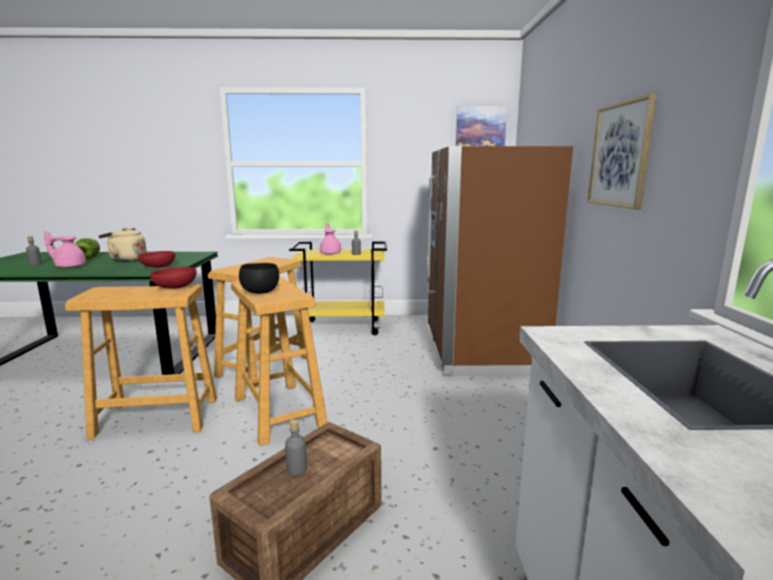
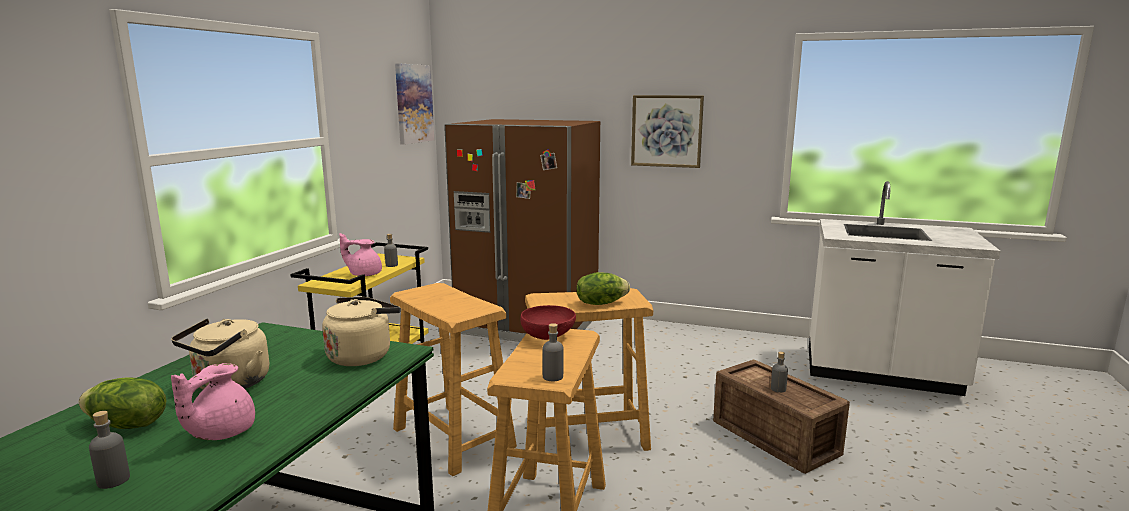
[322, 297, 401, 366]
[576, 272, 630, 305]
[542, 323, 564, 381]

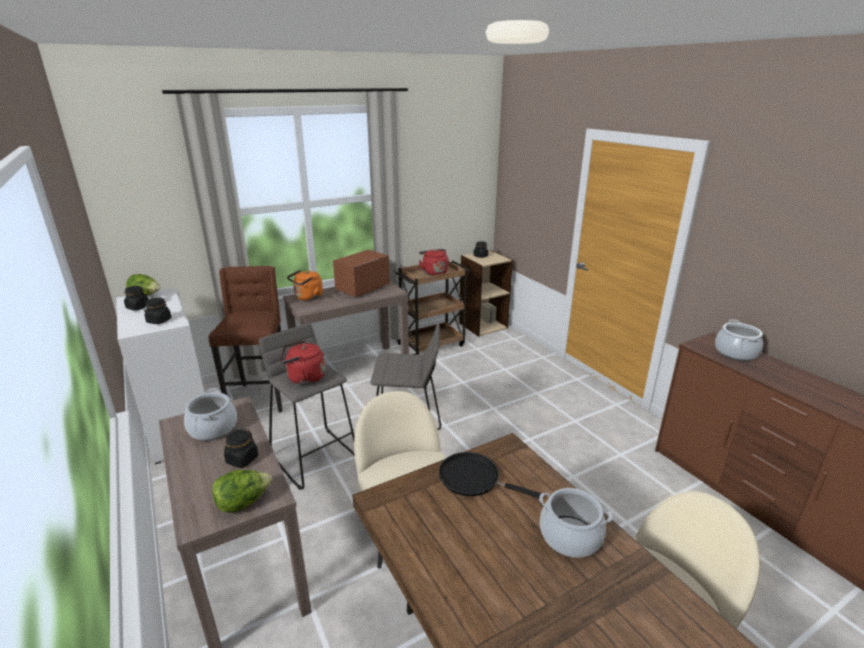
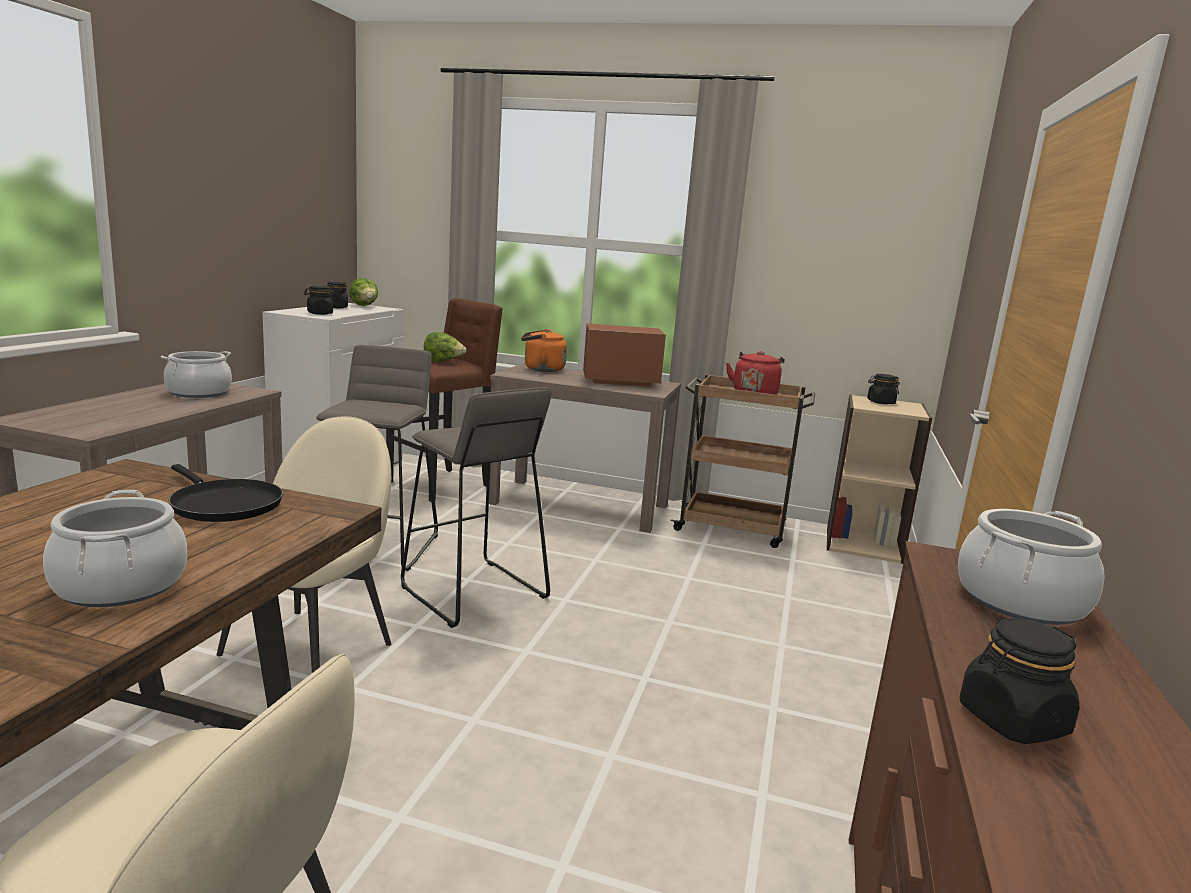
[424, 332, 466, 361]
[960, 618, 1079, 744]
[280, 340, 325, 385] (first image)
[168, 464, 283, 522]

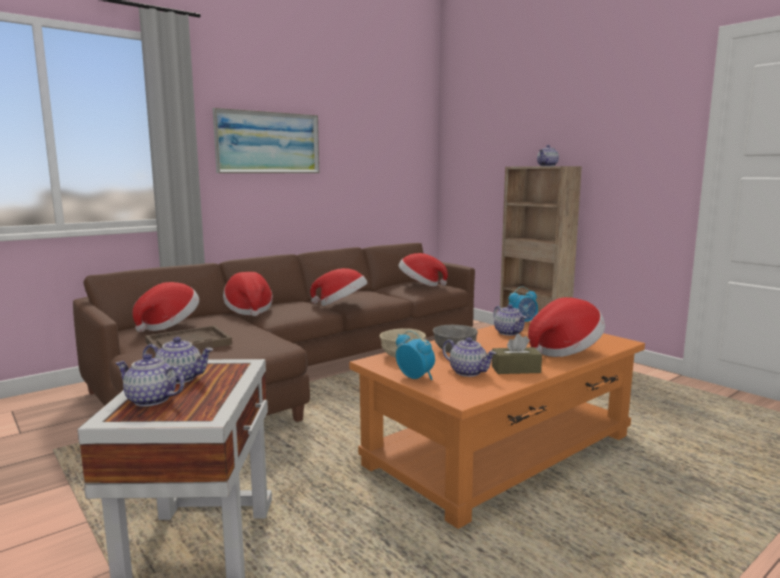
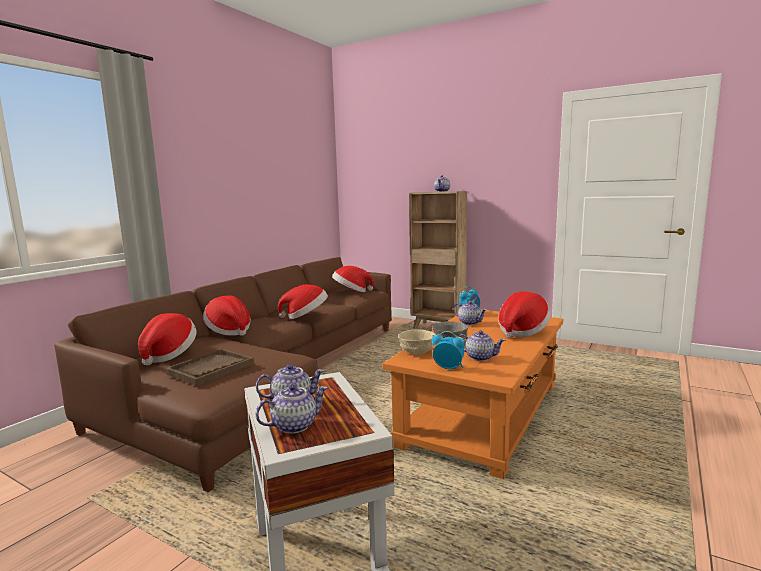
[256, 384, 327, 434]
[213, 108, 319, 173] (first image)
[492, 334, 542, 374] (first image)

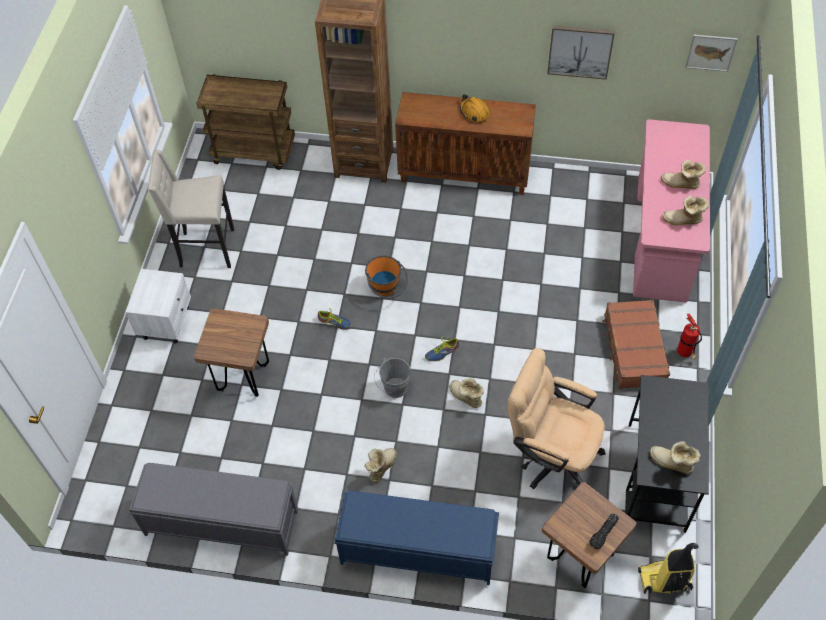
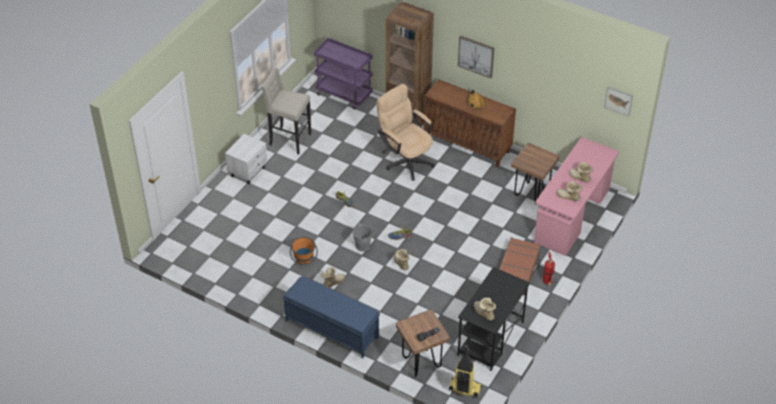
[129, 463, 298, 556] (first image)
[511, 143, 559, 204]
[314, 38, 373, 109]
[290, 237, 318, 265]
[377, 84, 435, 181]
[458, 36, 494, 79]

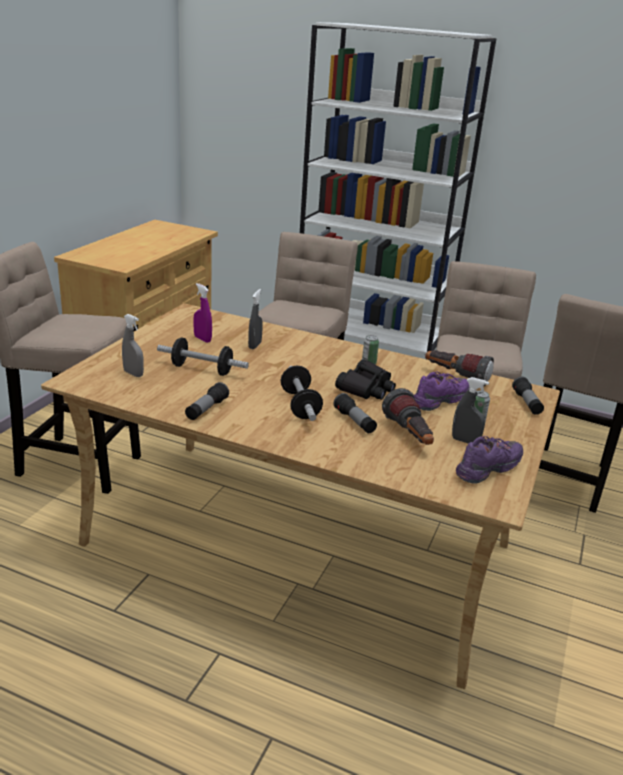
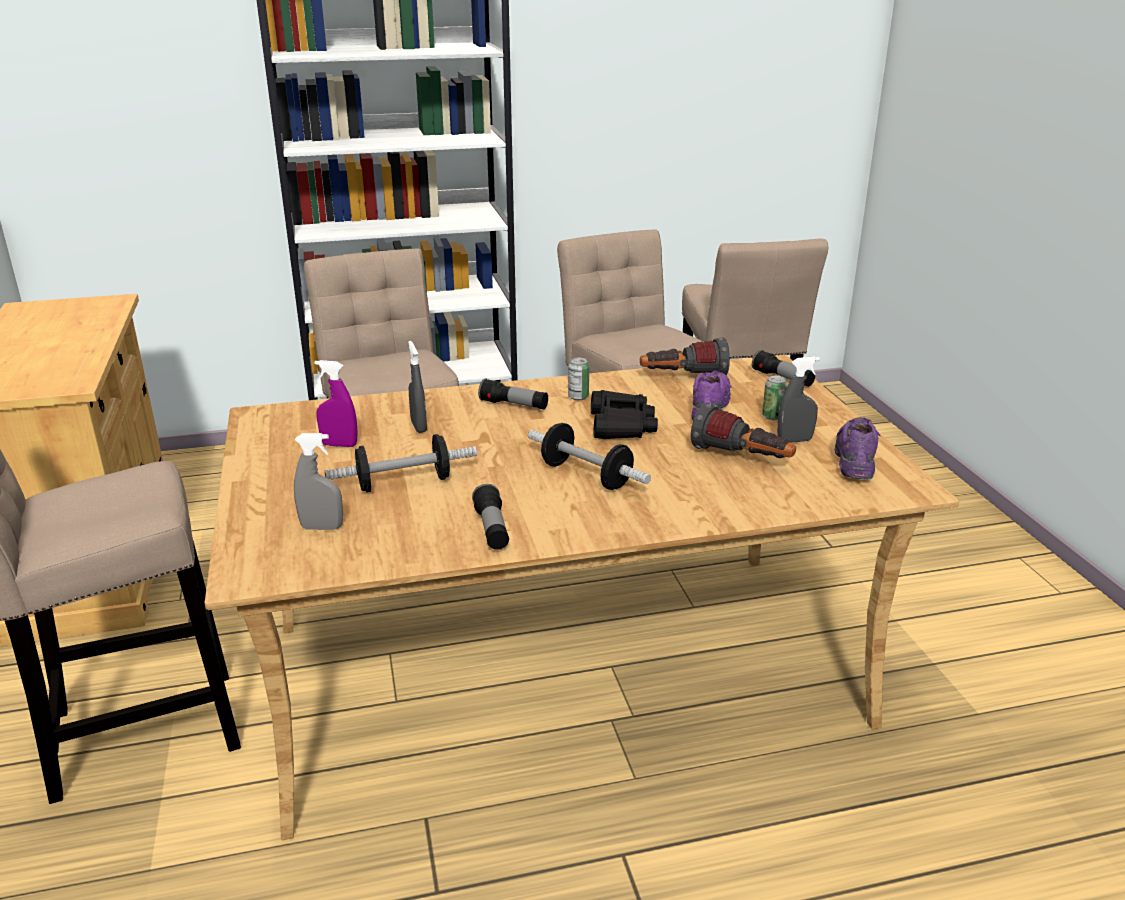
[478, 378, 548, 409]

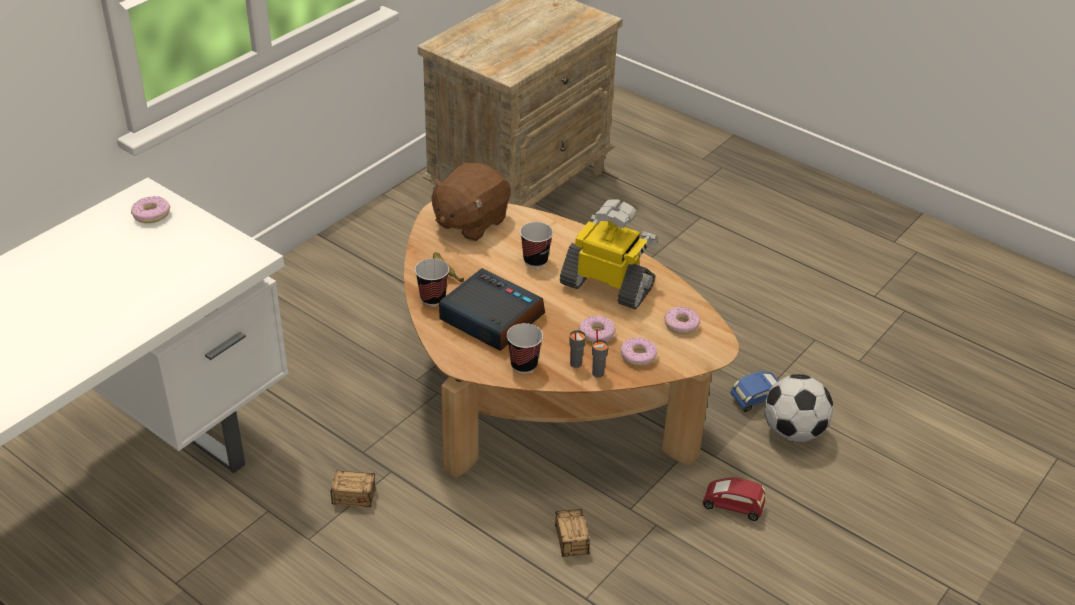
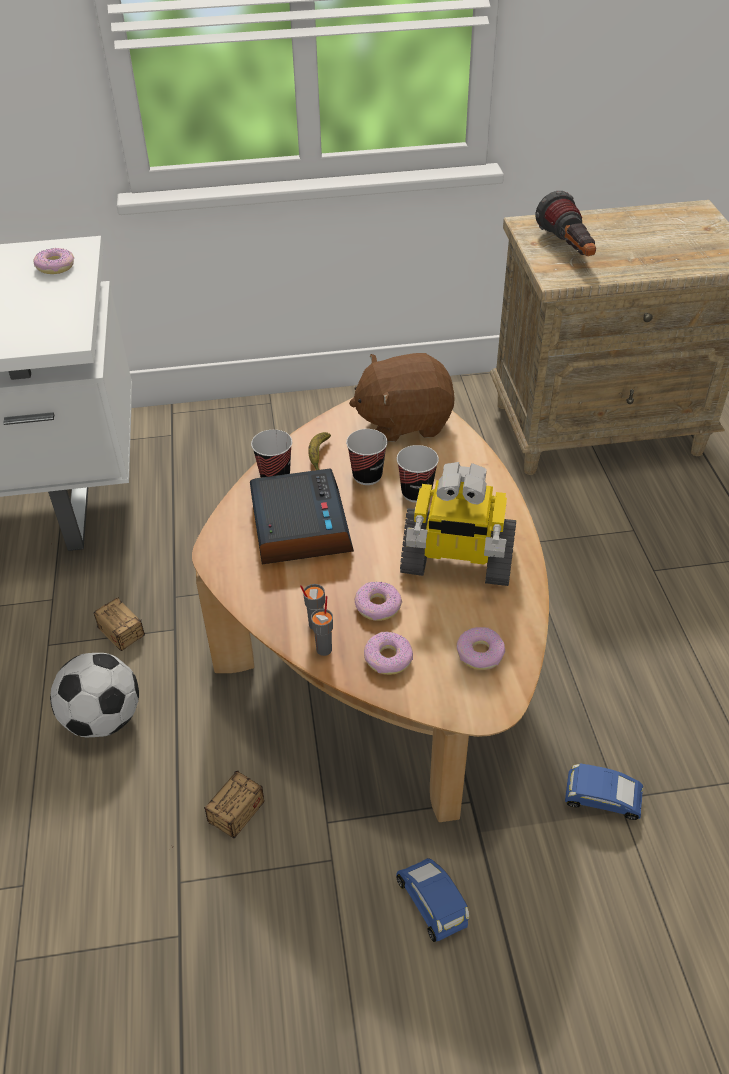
[346, 429, 388, 485]
[400, 462, 516, 586]
[396, 858, 469, 942]
[50, 653, 139, 737]
[535, 191, 596, 256]

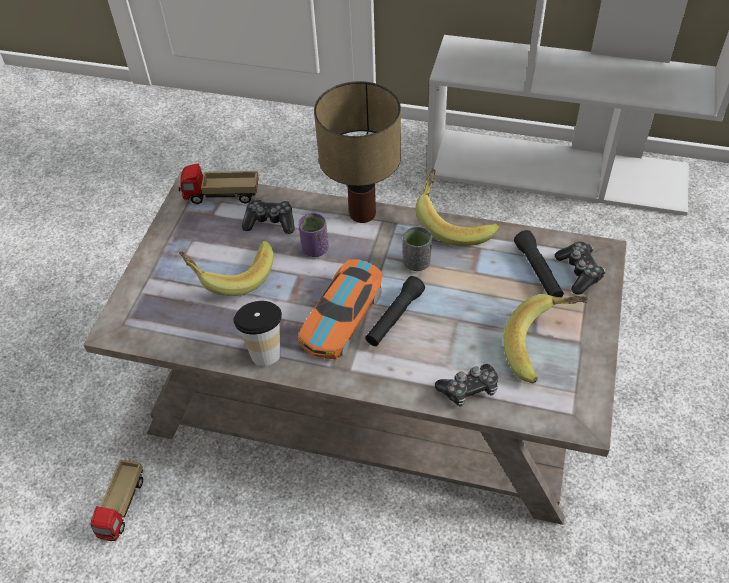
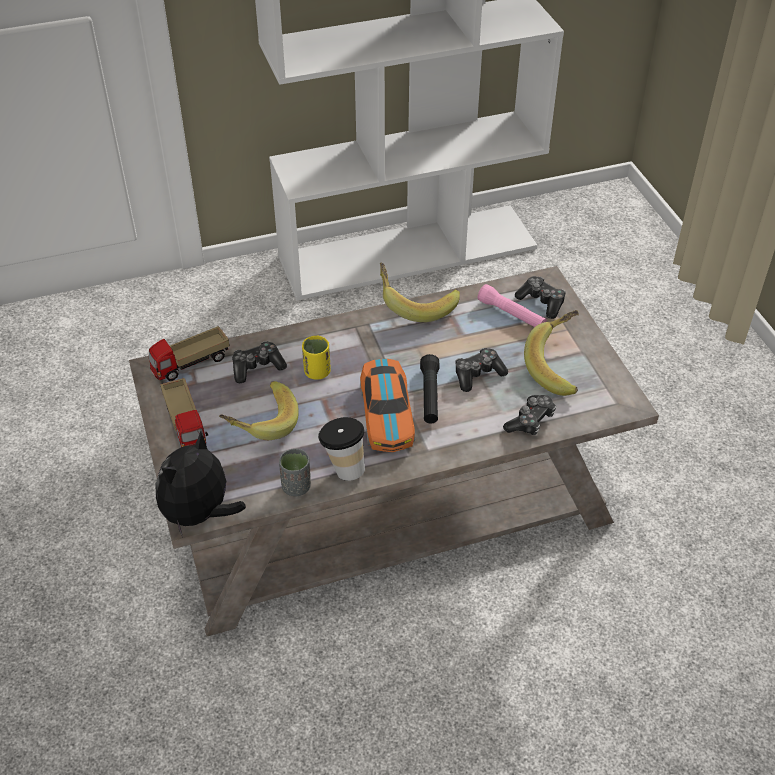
[161, 378, 208, 447]
[302, 336, 331, 380]
[314, 81, 401, 223] (first image)
[279, 448, 311, 496]
[478, 284, 547, 327]
[156, 431, 246, 537]
[455, 348, 508, 392]

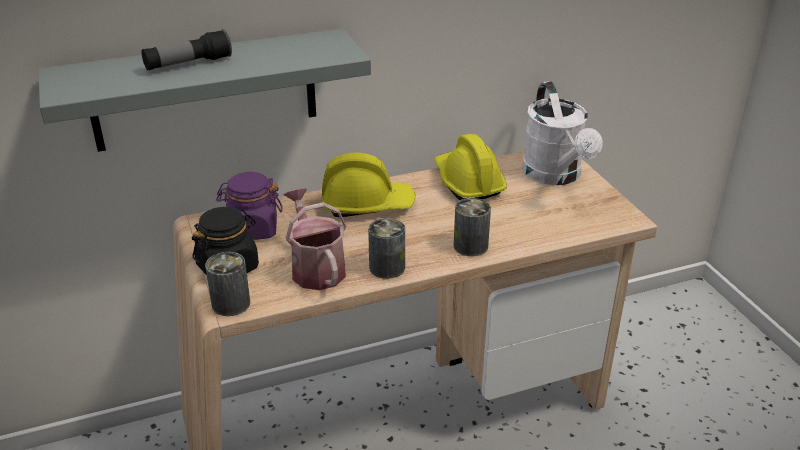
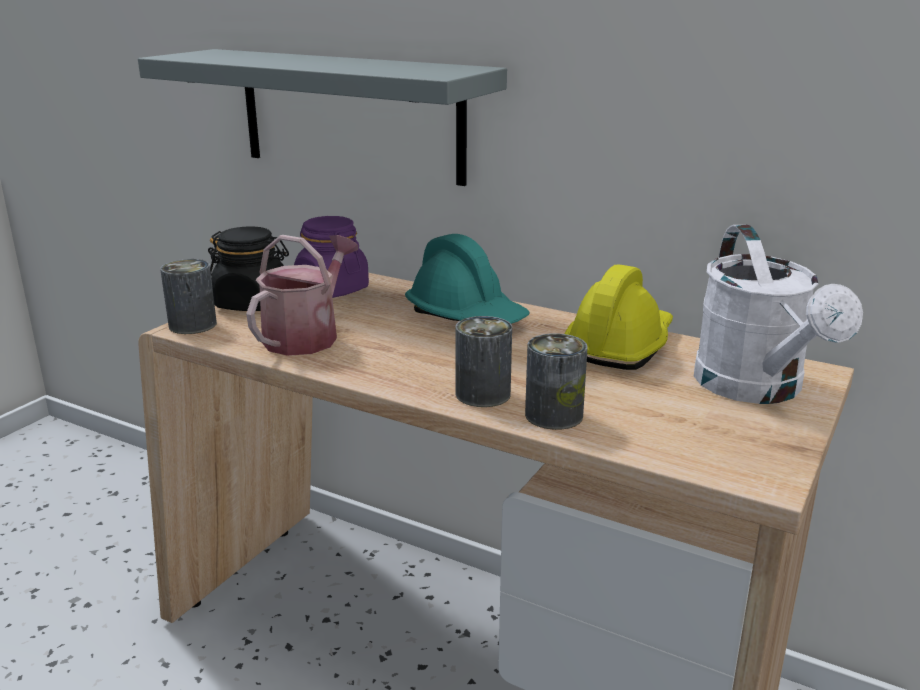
[141, 29, 232, 70] (first image)
[405, 234, 530, 324]
[525, 333, 588, 430]
[694, 225, 863, 404]

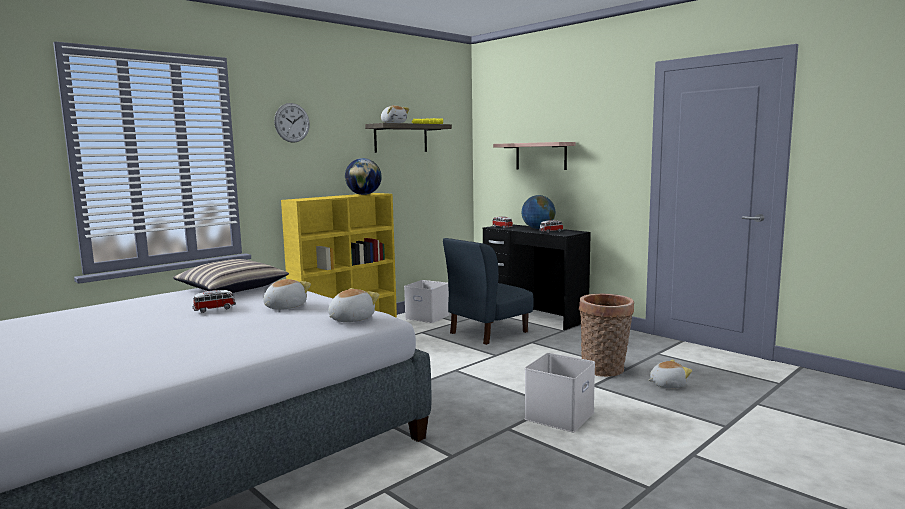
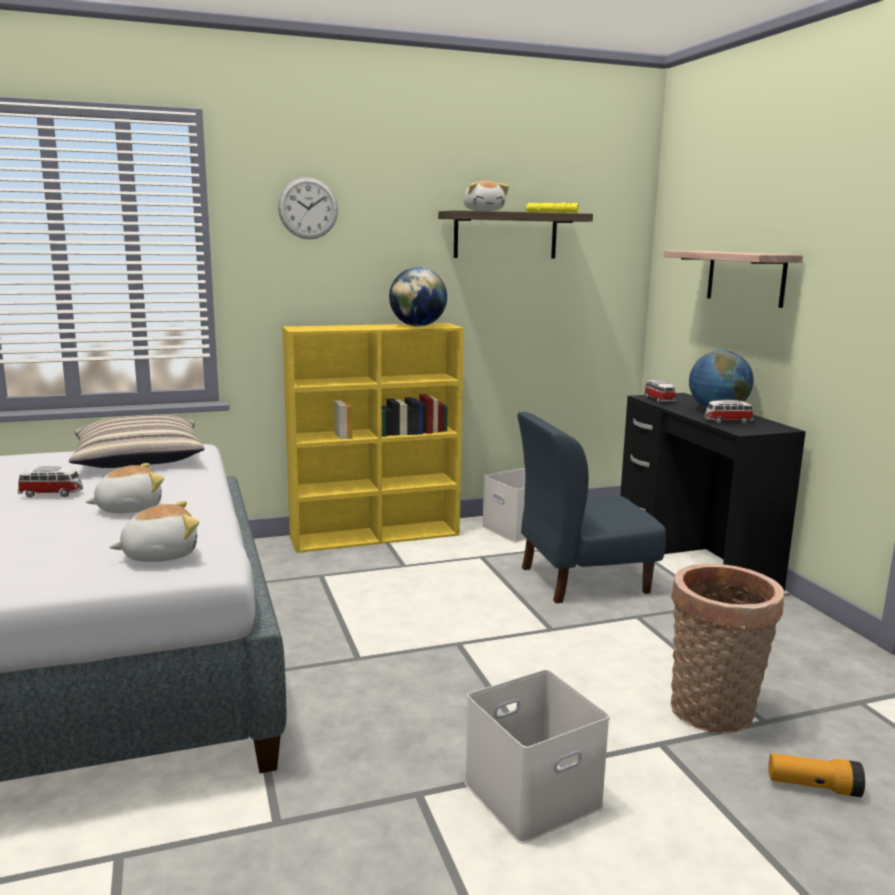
[768, 753, 865, 797]

